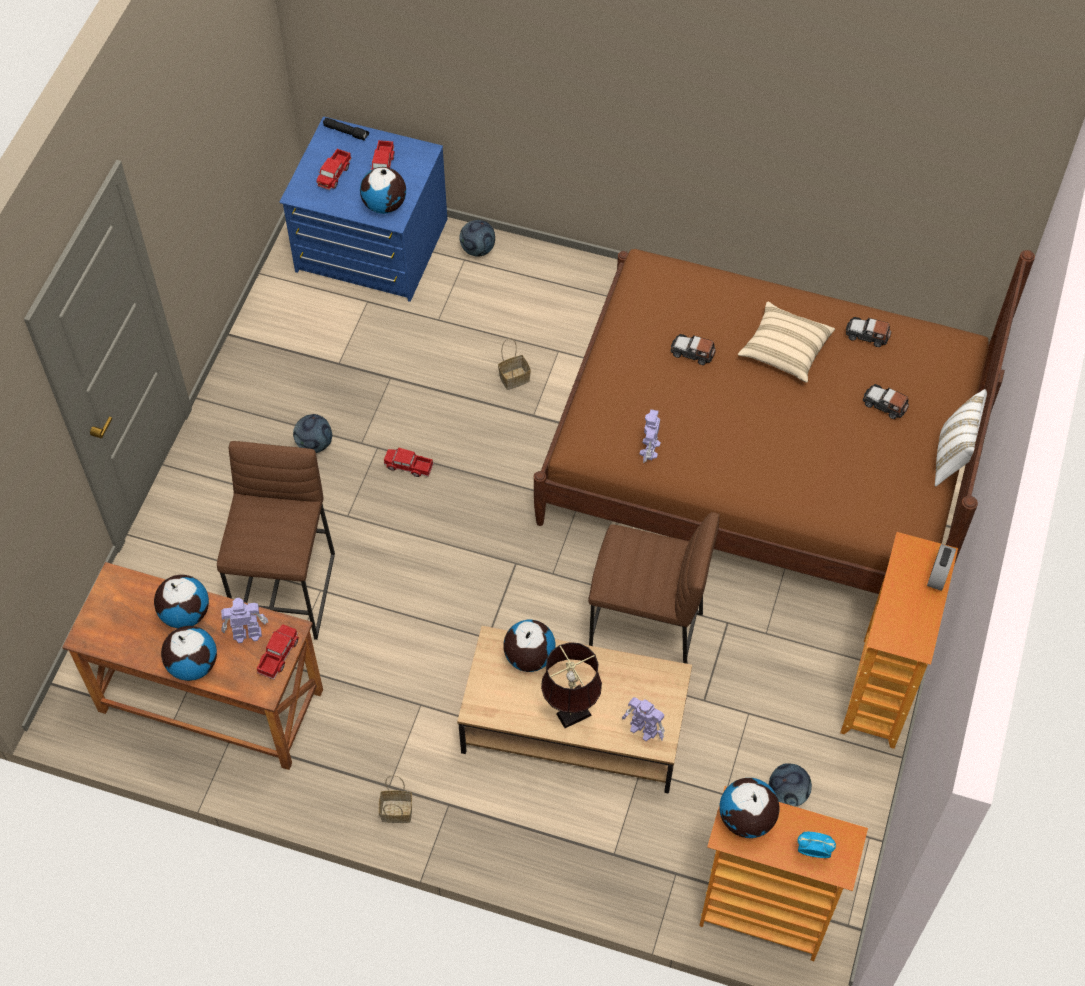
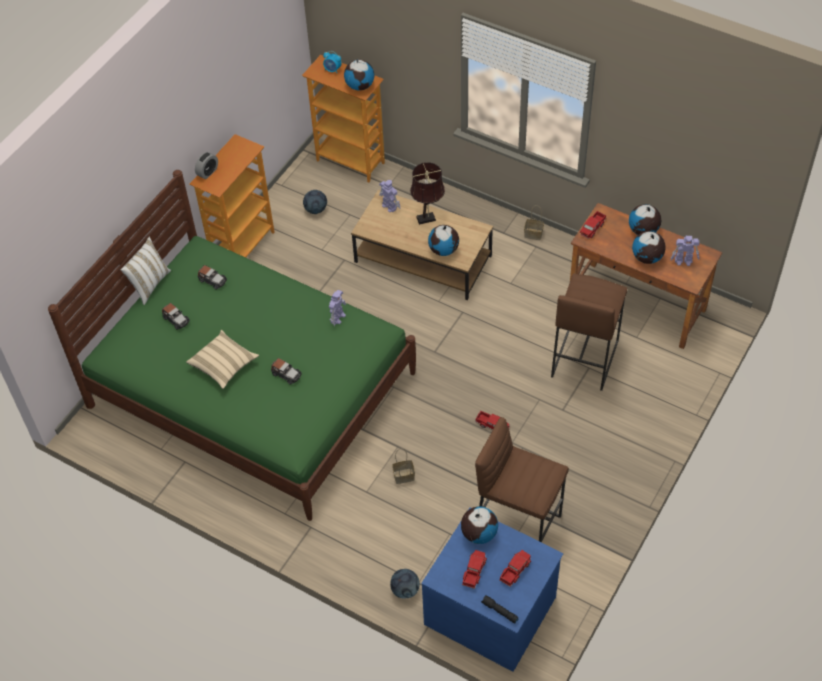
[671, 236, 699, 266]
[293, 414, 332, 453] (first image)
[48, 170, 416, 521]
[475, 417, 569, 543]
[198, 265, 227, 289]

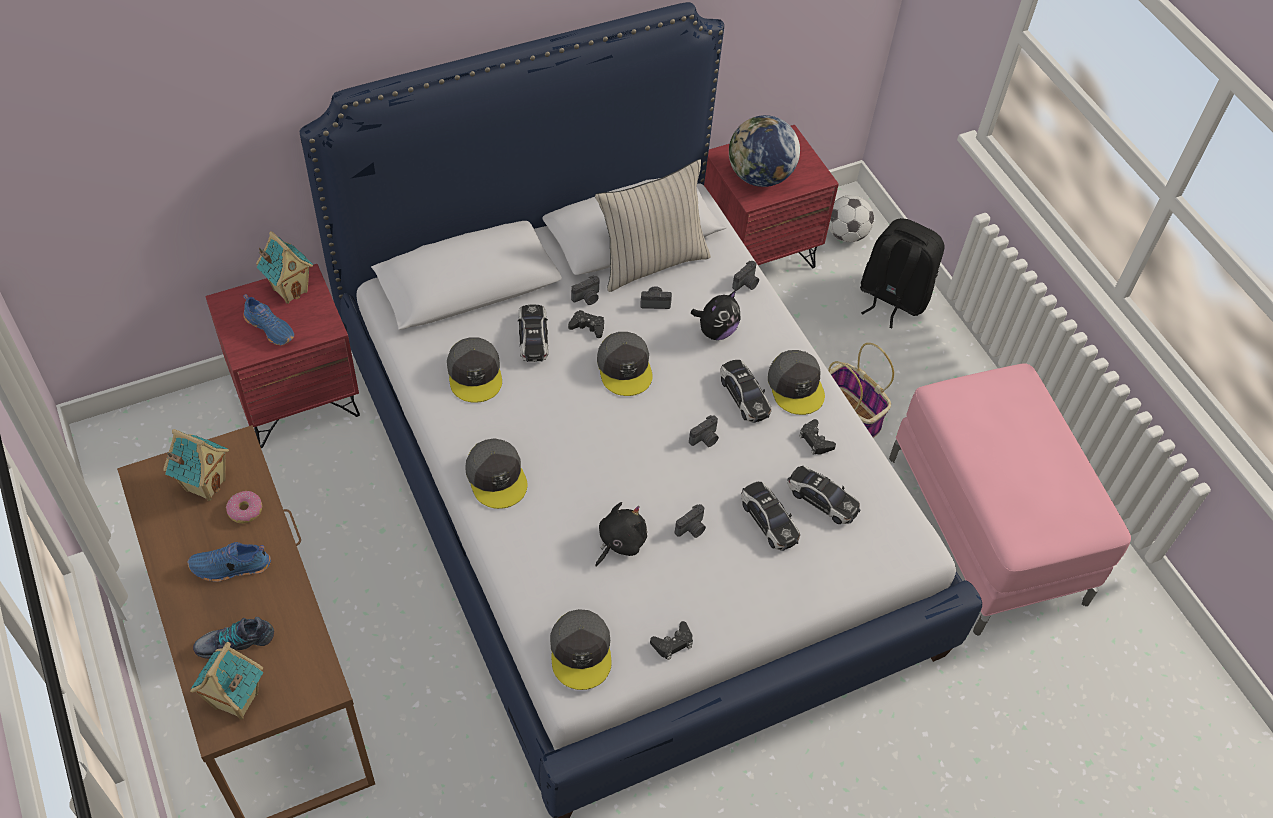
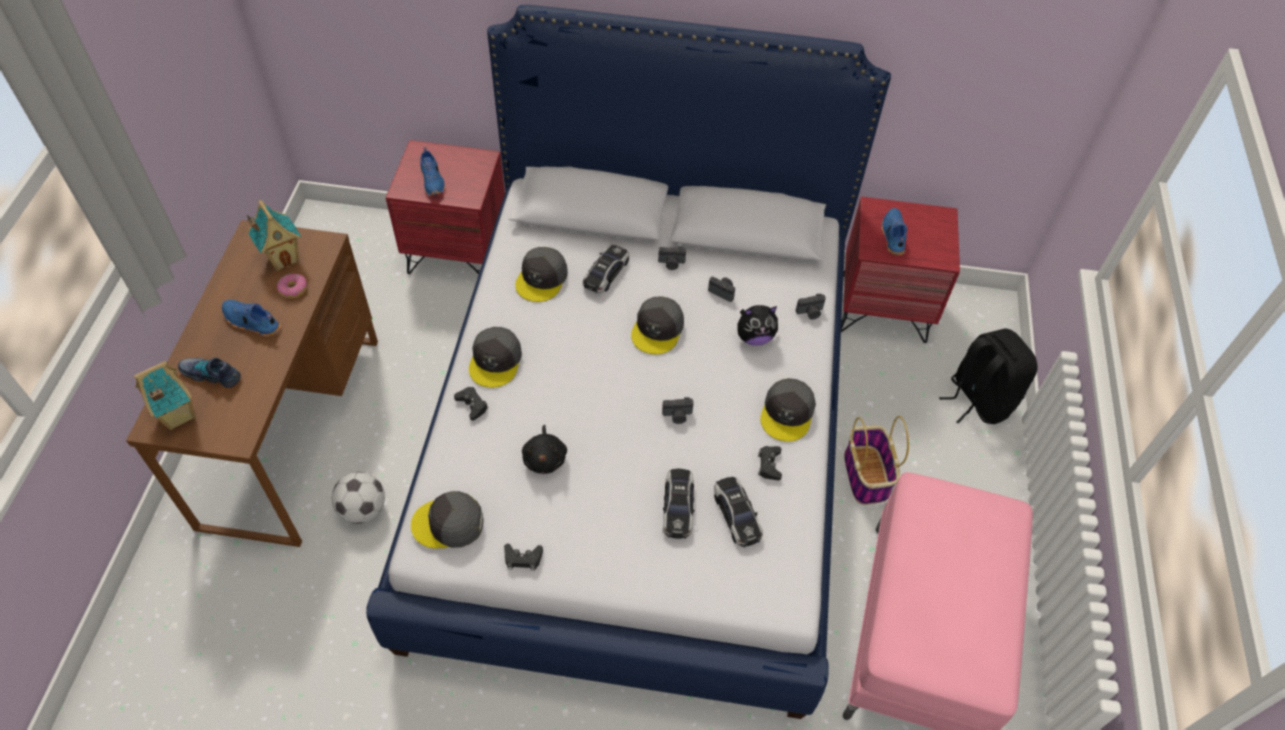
[256, 231, 313, 304] (first image)
[411, 491, 483, 549]
[454, 387, 488, 421]
[595, 159, 711, 292] (first image)
[522, 425, 567, 474]
[675, 504, 706, 538] (first image)
[720, 360, 772, 423] (first image)
[881, 208, 907, 255]
[332, 472, 385, 524]

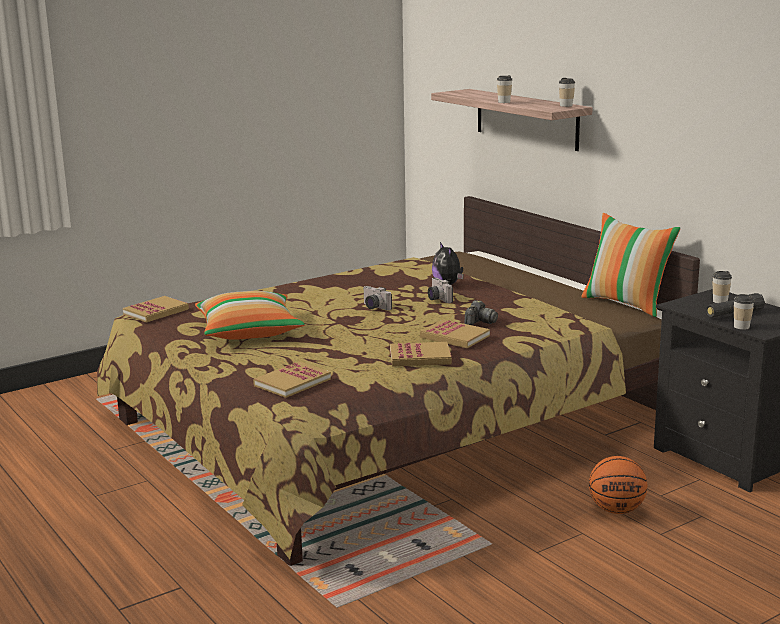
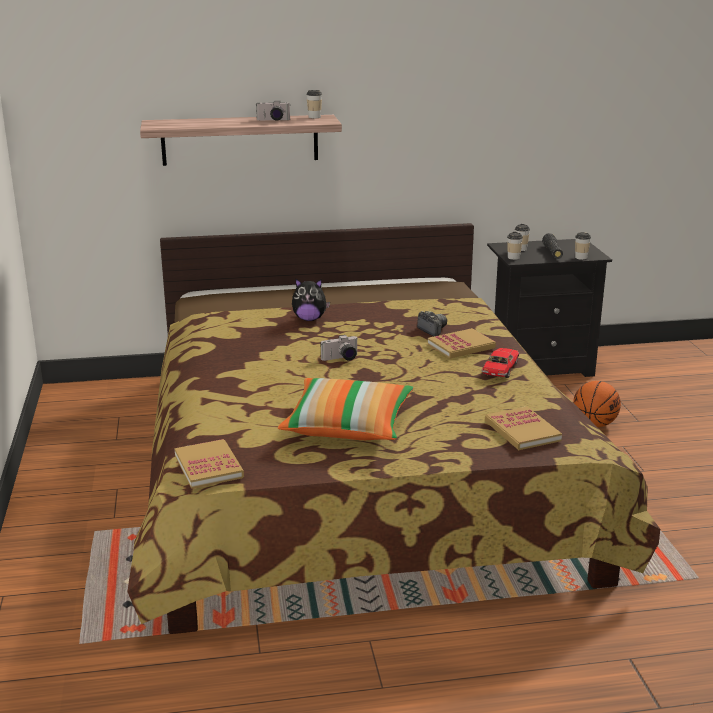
[482, 348, 520, 378]
[256, 100, 290, 121]
[507, 232, 523, 260]
[581, 213, 681, 317] (first image)

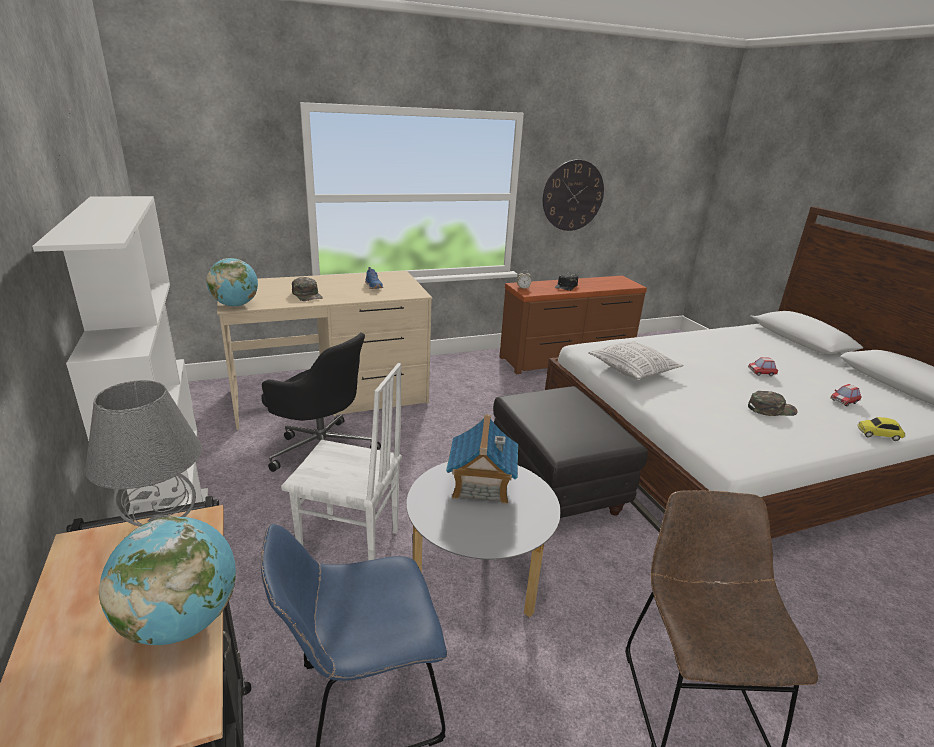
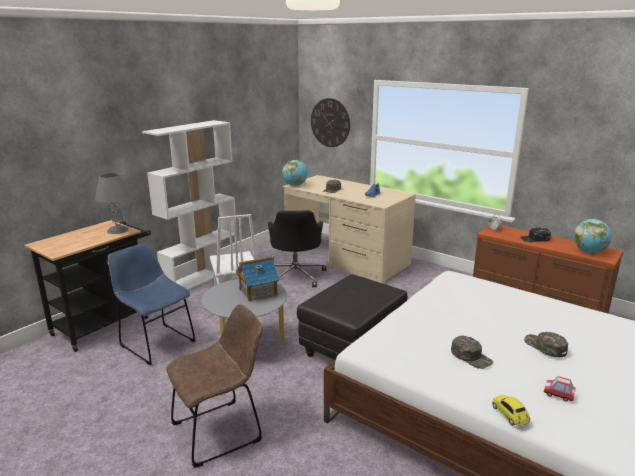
[574, 219, 612, 253]
[311, 98, 350, 147]
[588, 341, 684, 380] (first image)
[524, 332, 568, 357]

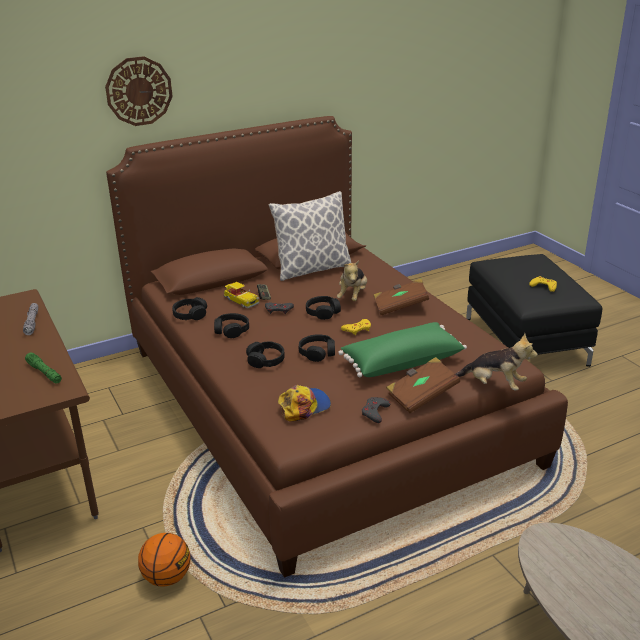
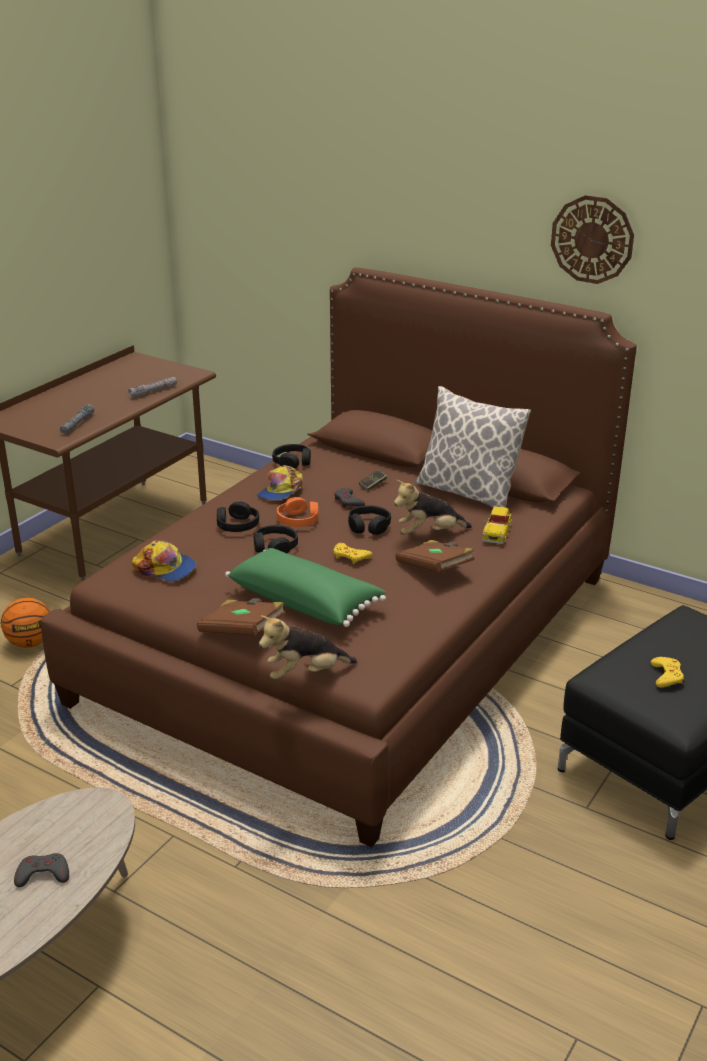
[60, 404, 94, 434]
[551, 195, 634, 284]
[257, 465, 303, 500]
[482, 506, 512, 544]
[14, 853, 69, 887]
[259, 616, 357, 679]
[277, 497, 319, 527]

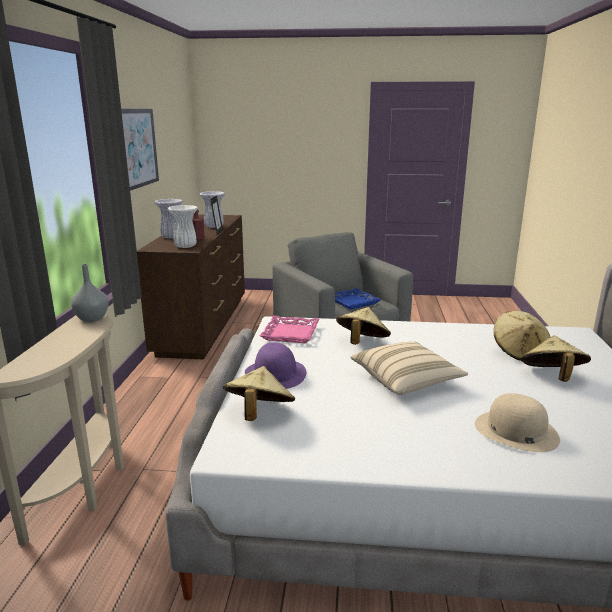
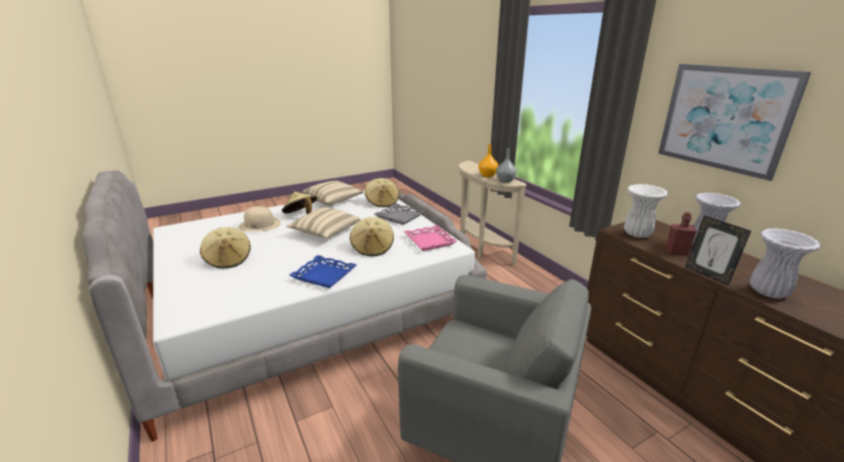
[375, 203, 425, 225]
[289, 255, 357, 288]
[282, 192, 317, 214]
[303, 181, 364, 205]
[478, 144, 498, 177]

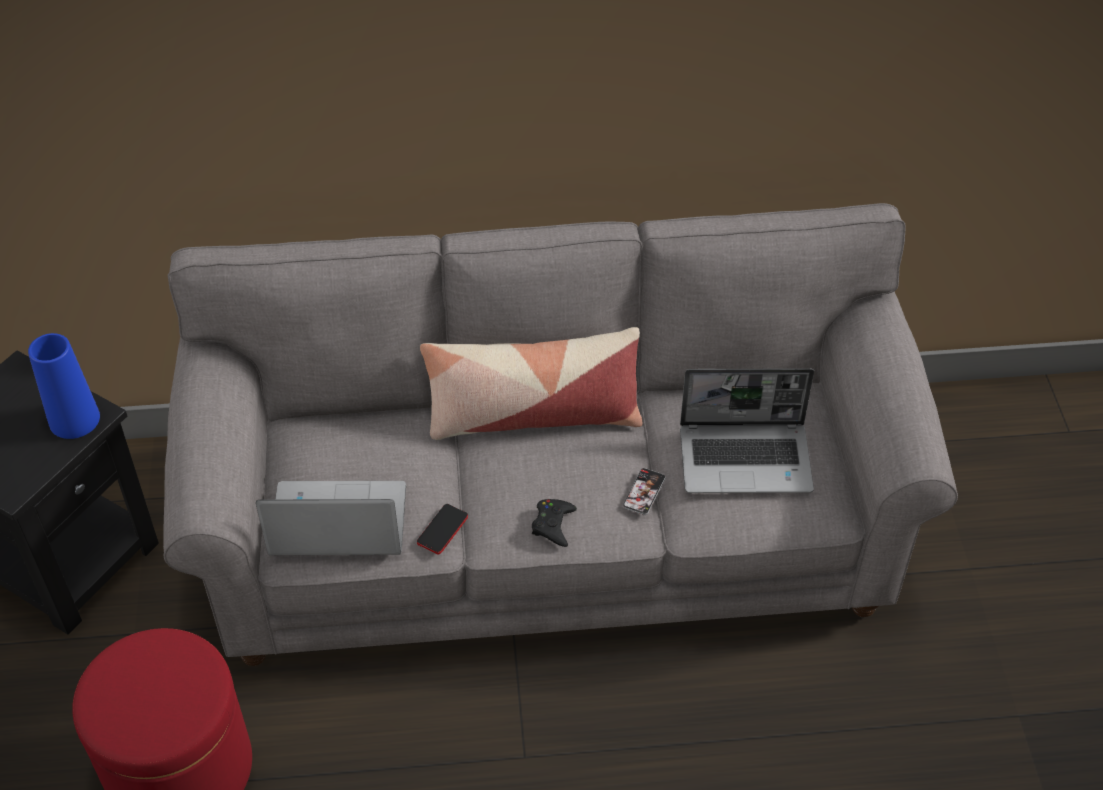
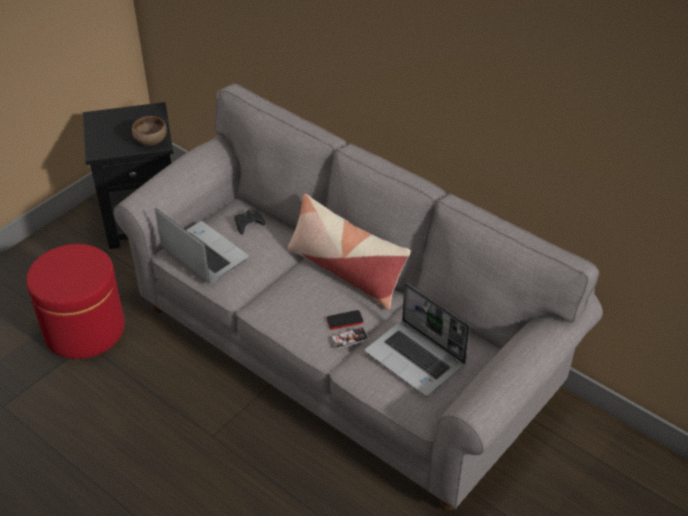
[132, 116, 167, 146]
[326, 310, 364, 330]
[234, 209, 266, 235]

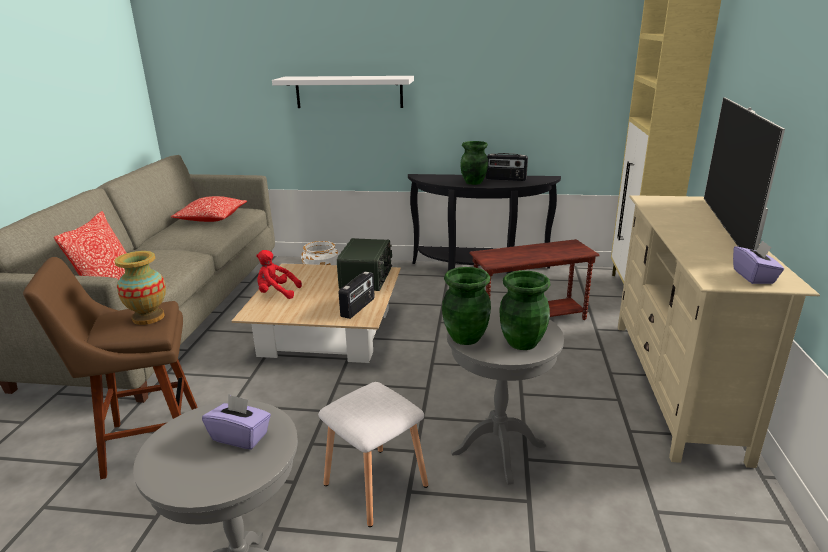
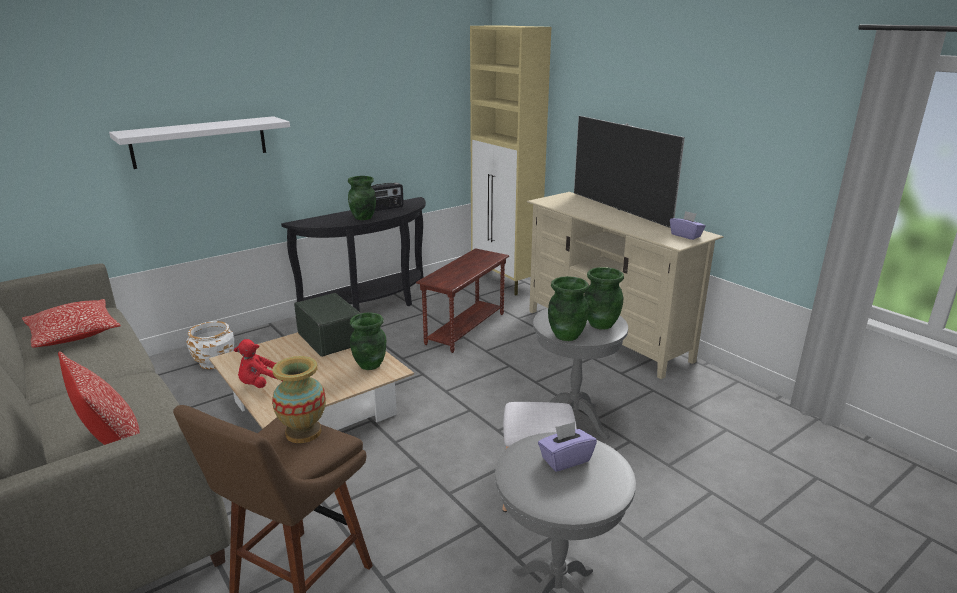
[350, 312, 386, 370]

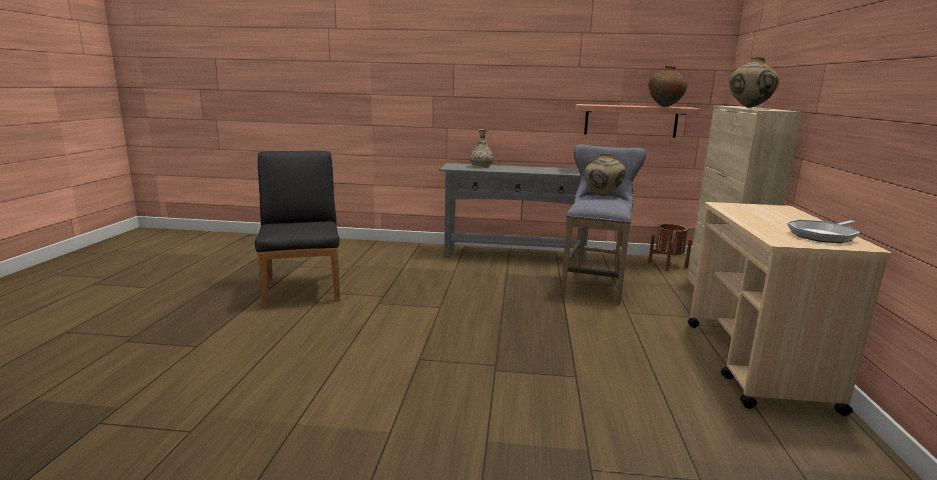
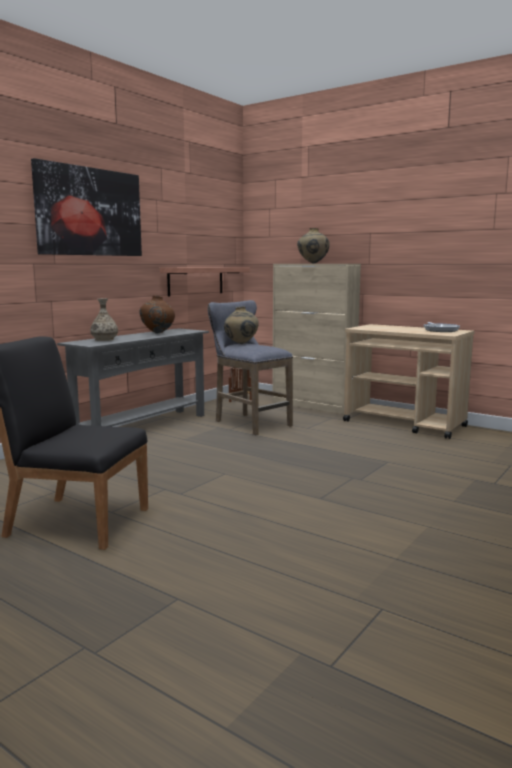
[139, 296, 175, 334]
[31, 158, 142, 256]

